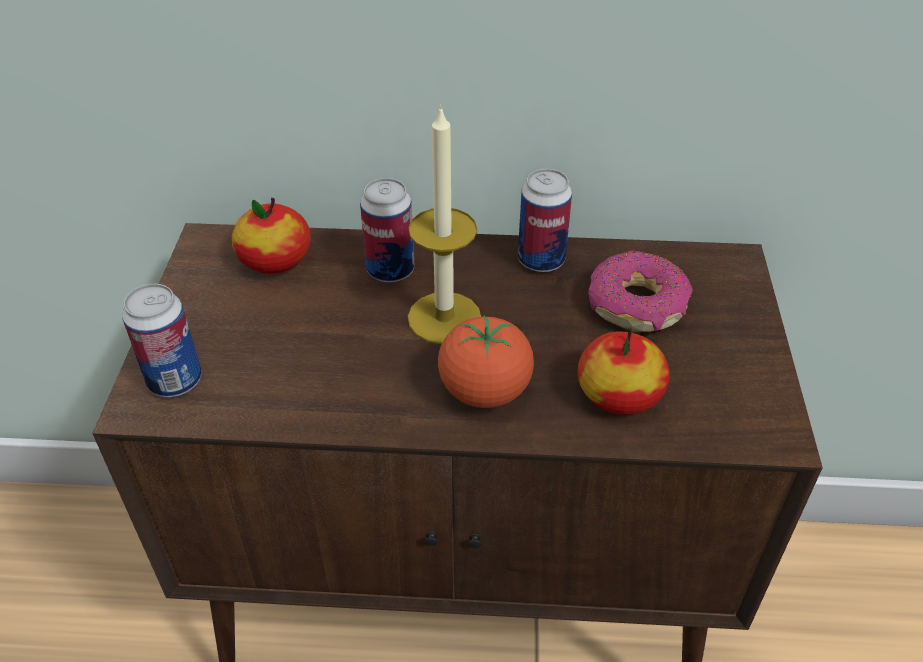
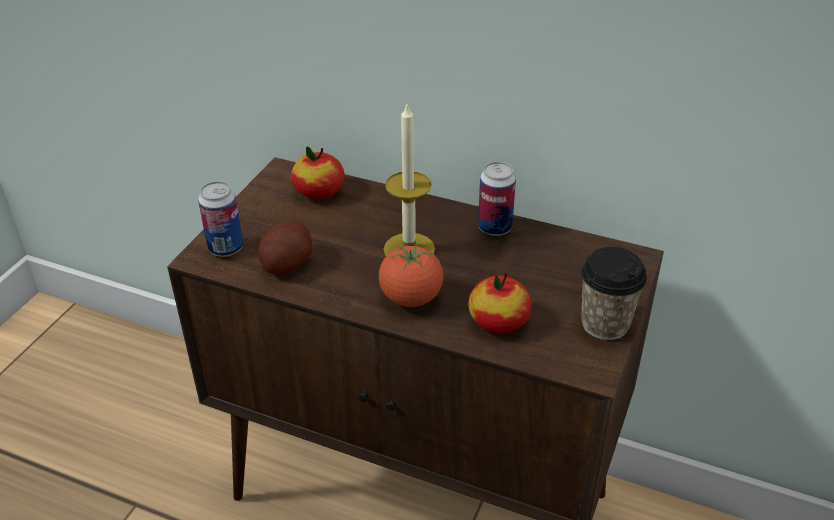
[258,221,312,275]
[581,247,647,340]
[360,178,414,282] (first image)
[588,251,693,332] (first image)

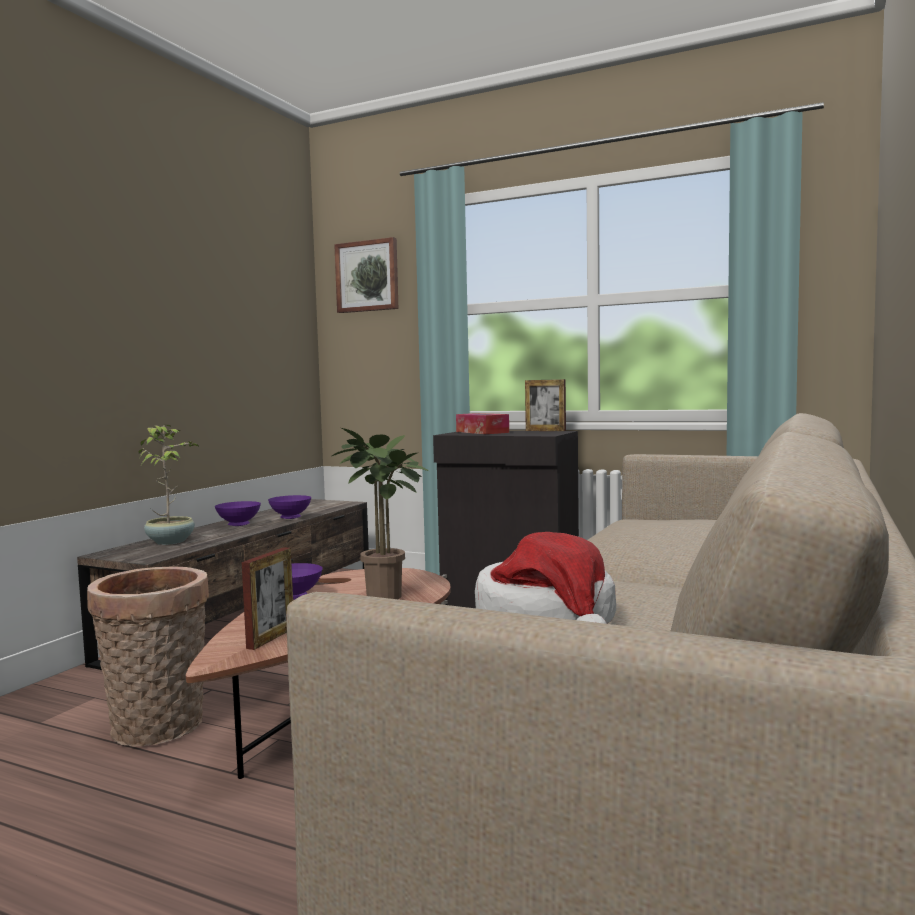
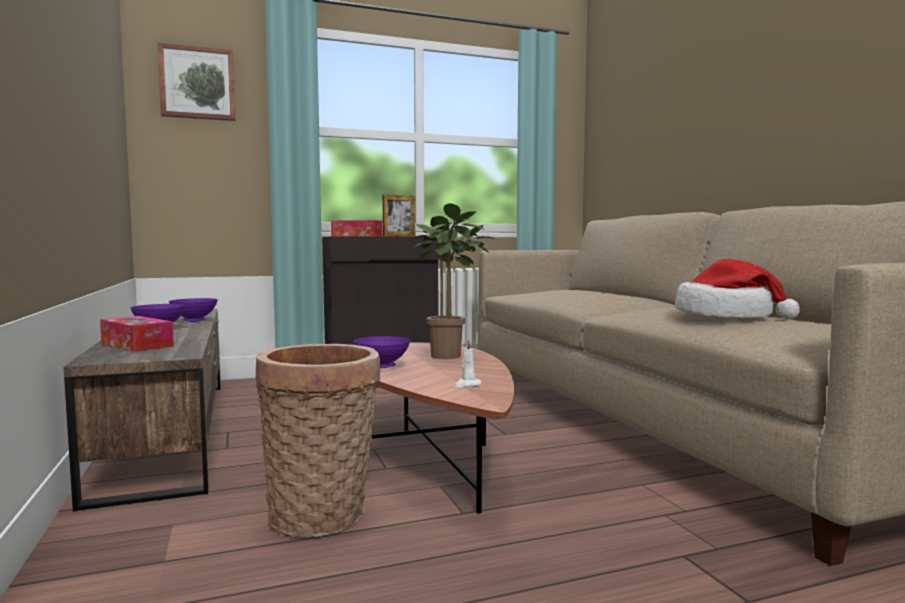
[100,316,174,352]
[454,339,482,387]

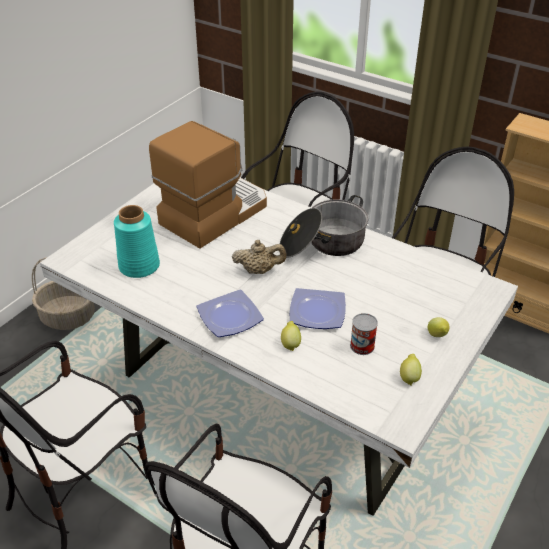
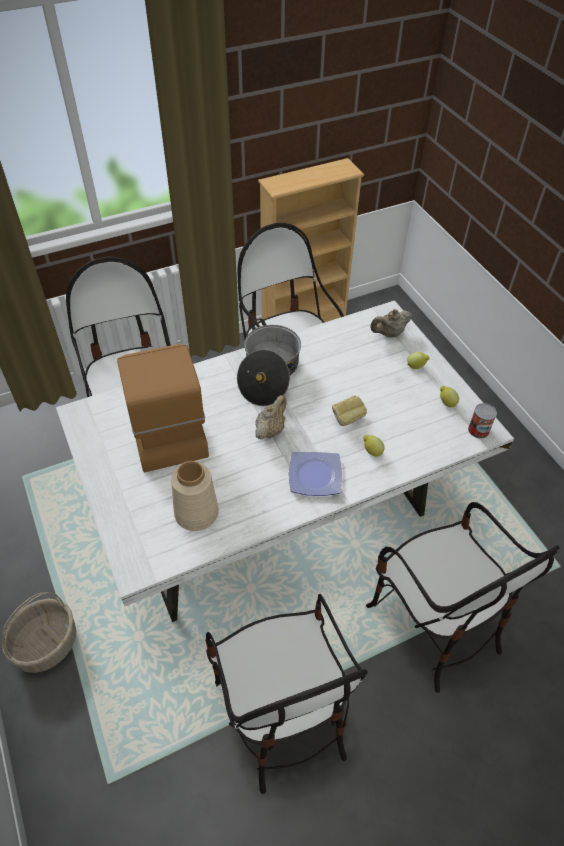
[171,461,219,531]
[332,395,367,426]
[370,309,412,338]
[468,403,497,439]

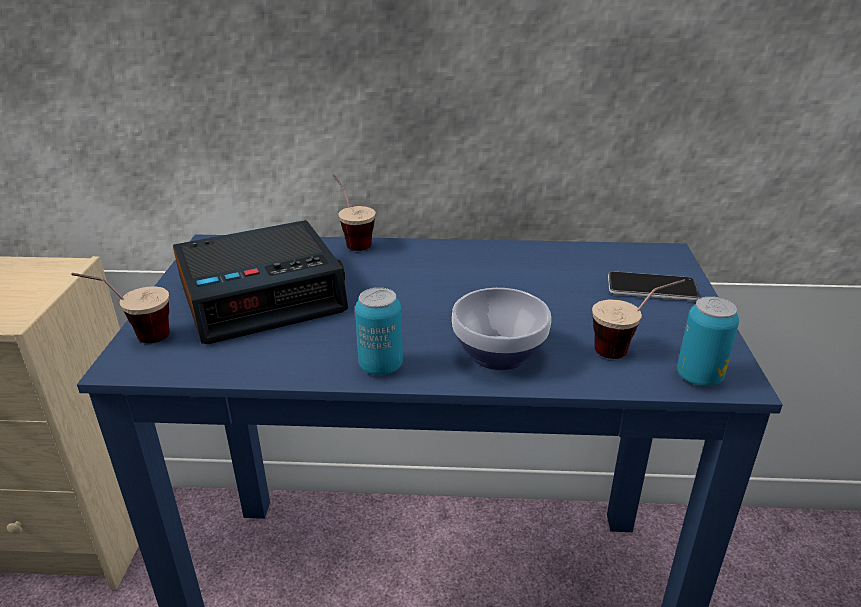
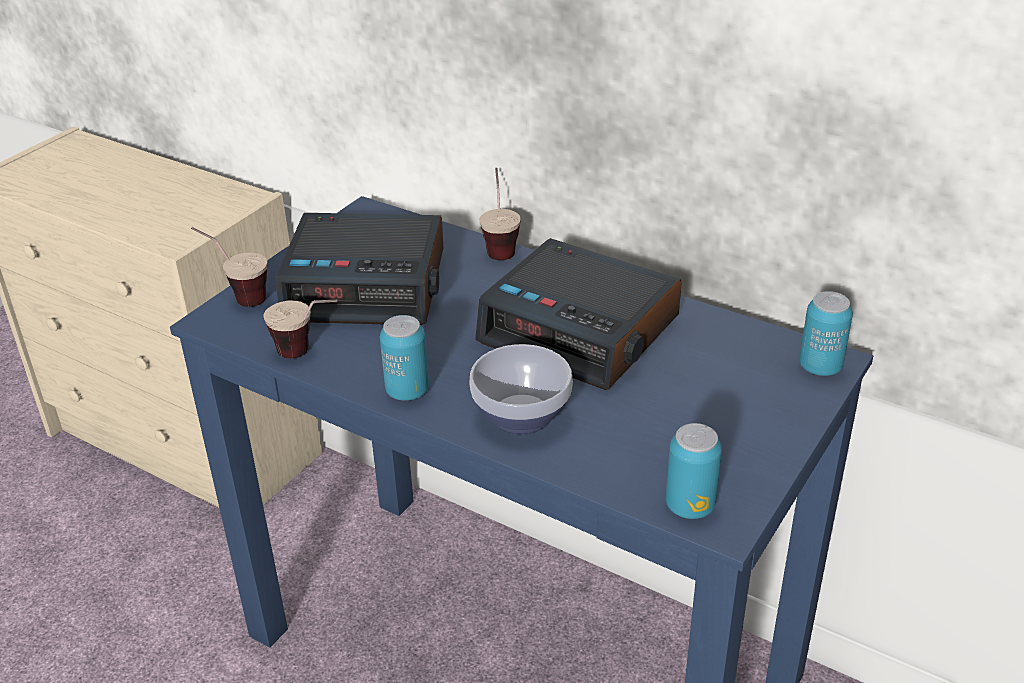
[264,299,338,359]
[475,238,682,390]
[799,291,853,376]
[608,271,700,301] (first image)

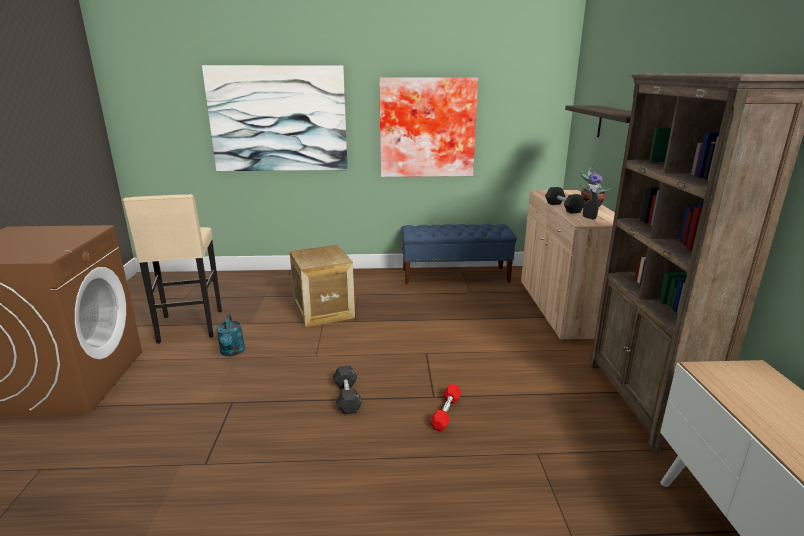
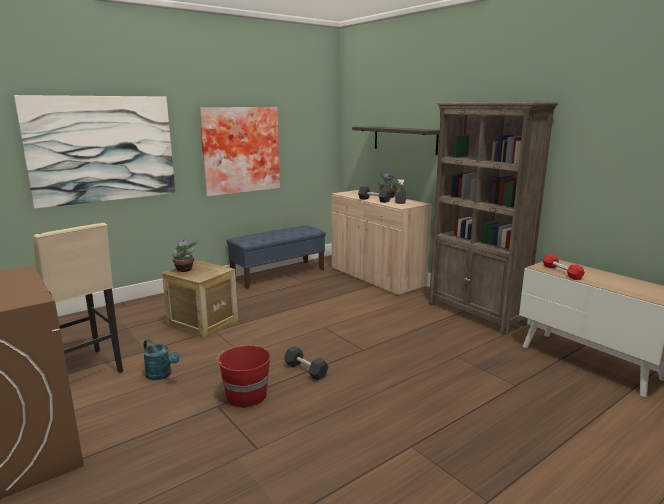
[172,237,199,272]
[216,345,271,408]
[543,254,585,280]

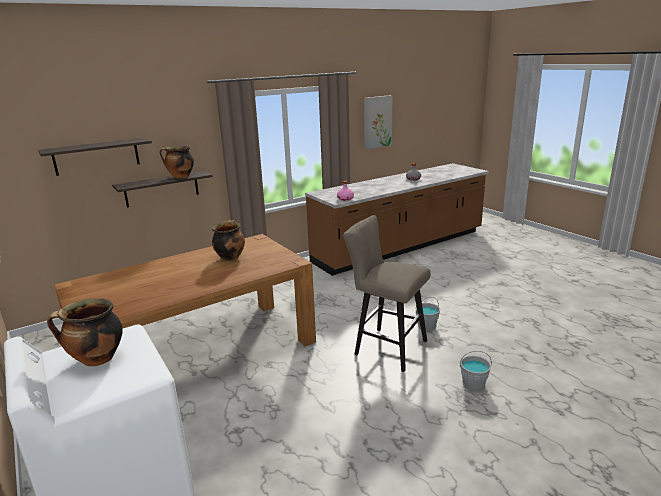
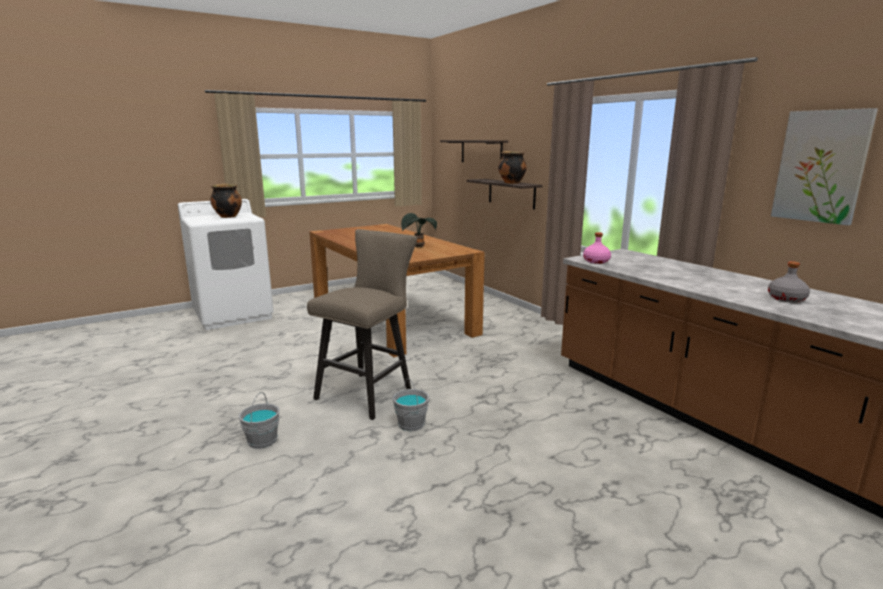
[401,213,437,247]

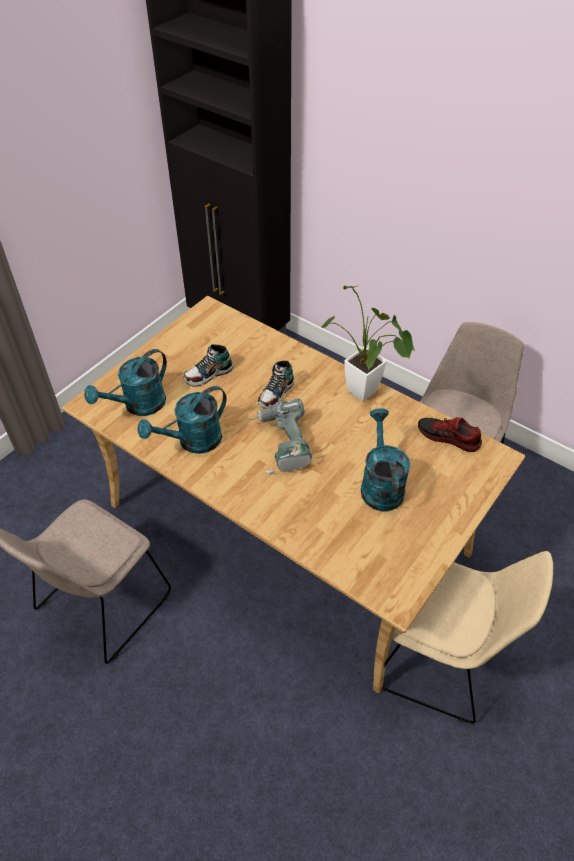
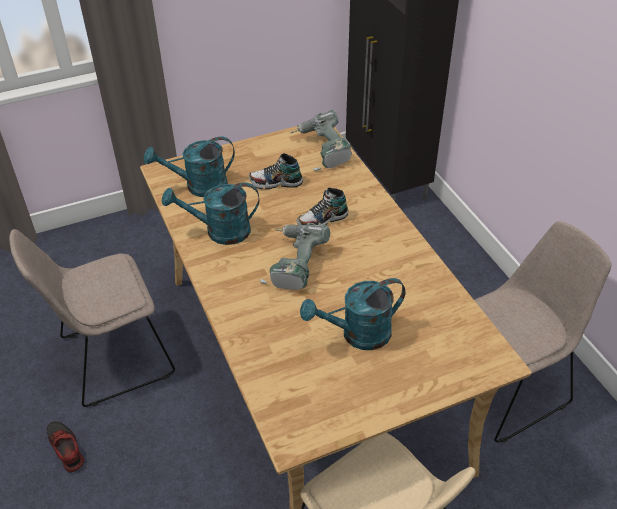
[47,421,84,473]
[290,110,352,171]
[300,278,406,350]
[321,285,415,401] (first image)

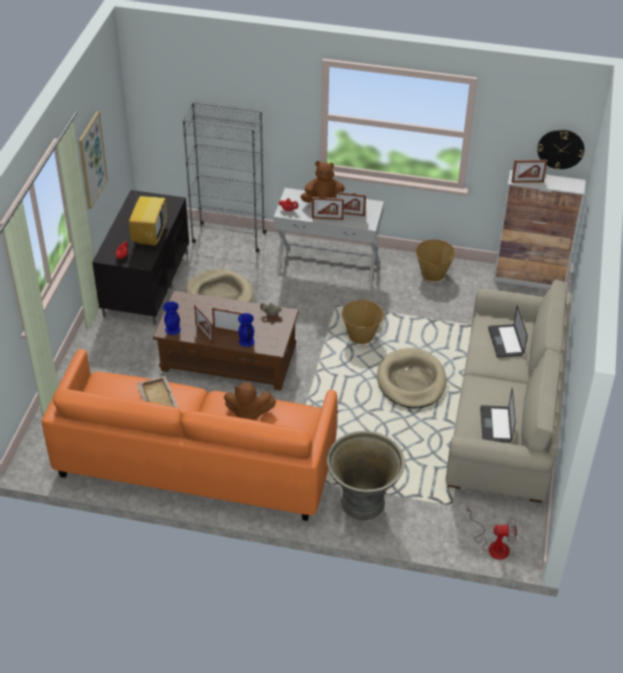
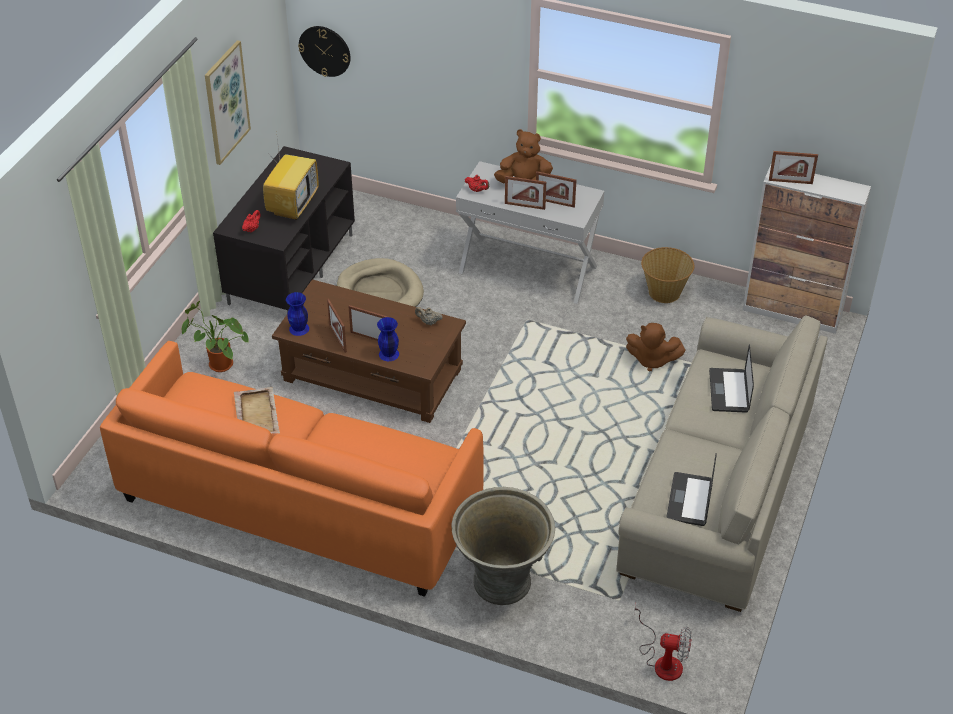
[182,301,248,372]
[298,26,351,77]
[626,323,685,371]
[183,102,266,252] (first image)
[342,300,384,344] (first image)
[377,348,447,408] (first image)

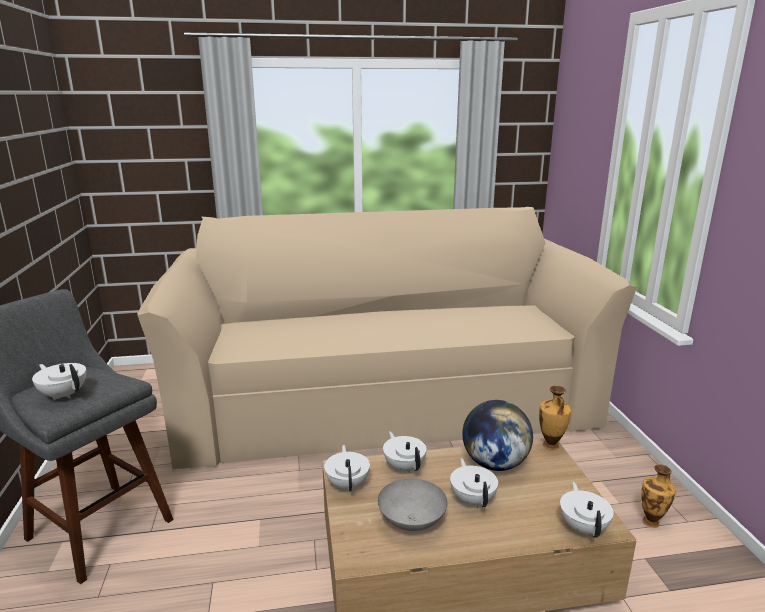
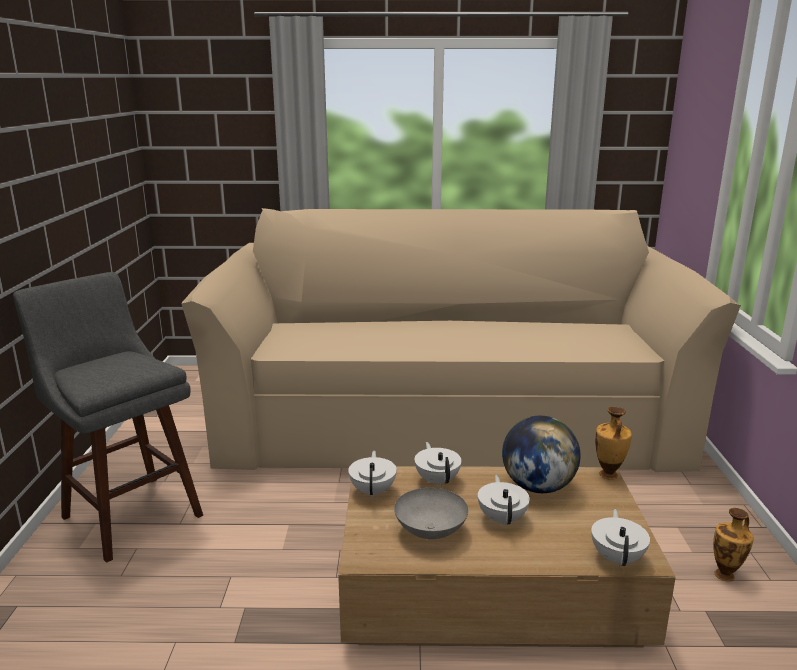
[32,363,86,400] (first image)

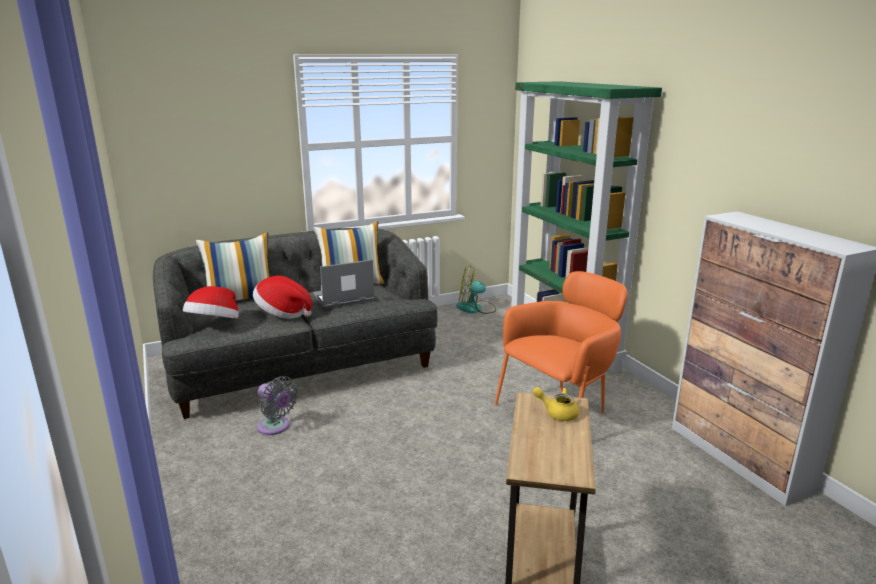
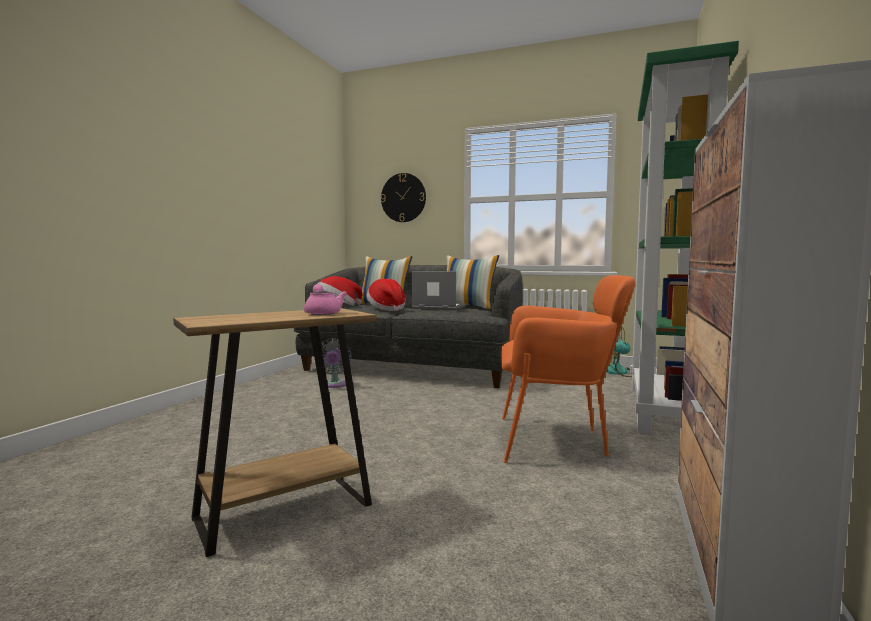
[304,284,347,315]
[381,173,426,222]

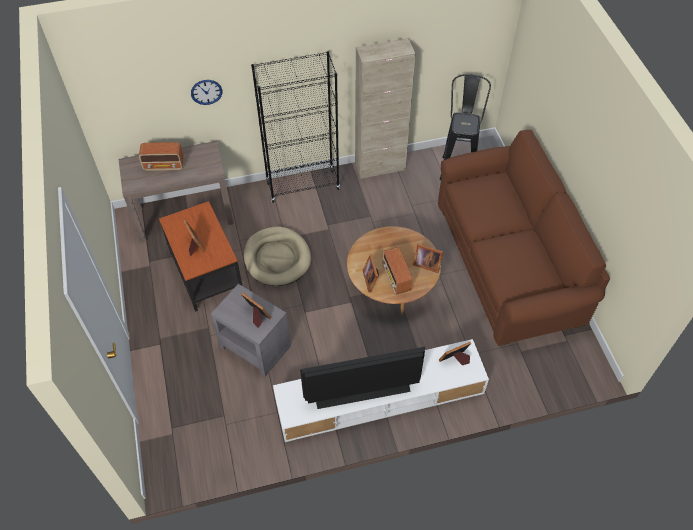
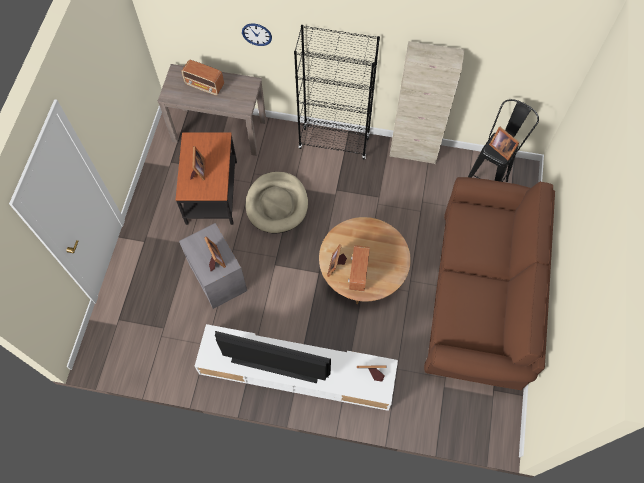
[489,127,520,160]

